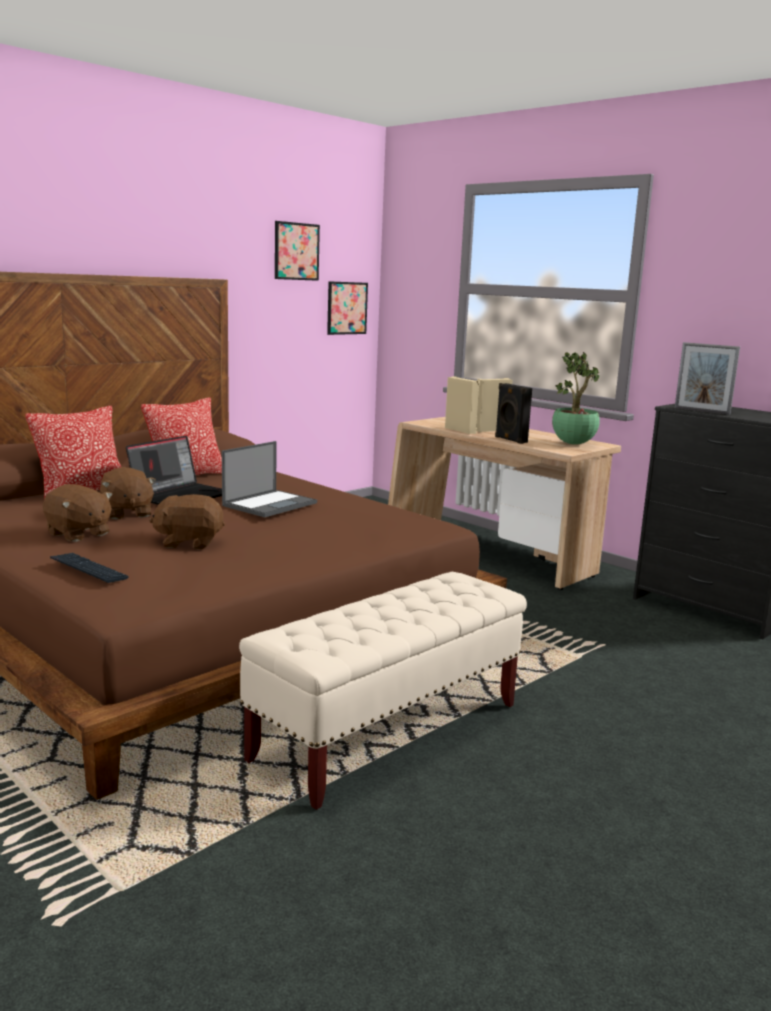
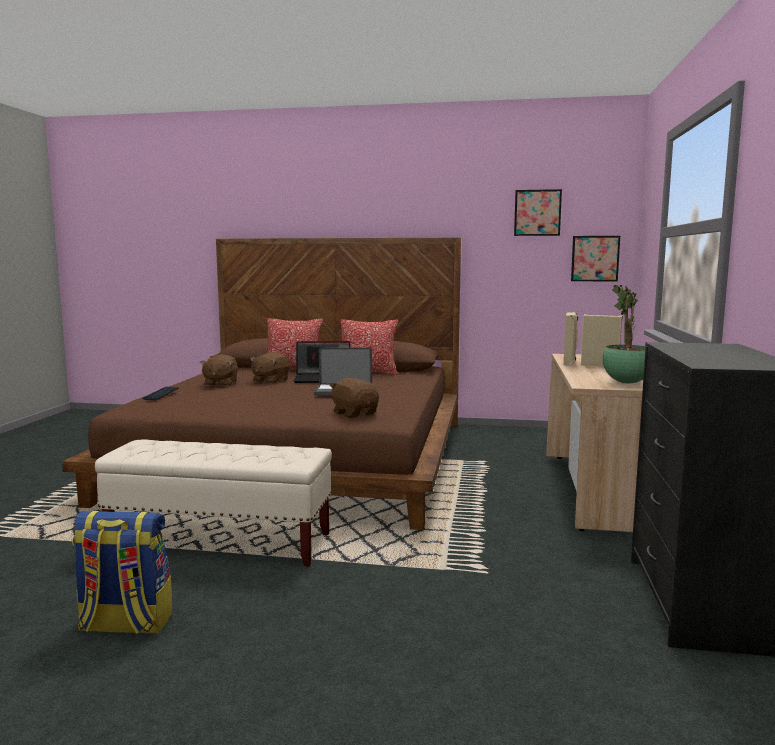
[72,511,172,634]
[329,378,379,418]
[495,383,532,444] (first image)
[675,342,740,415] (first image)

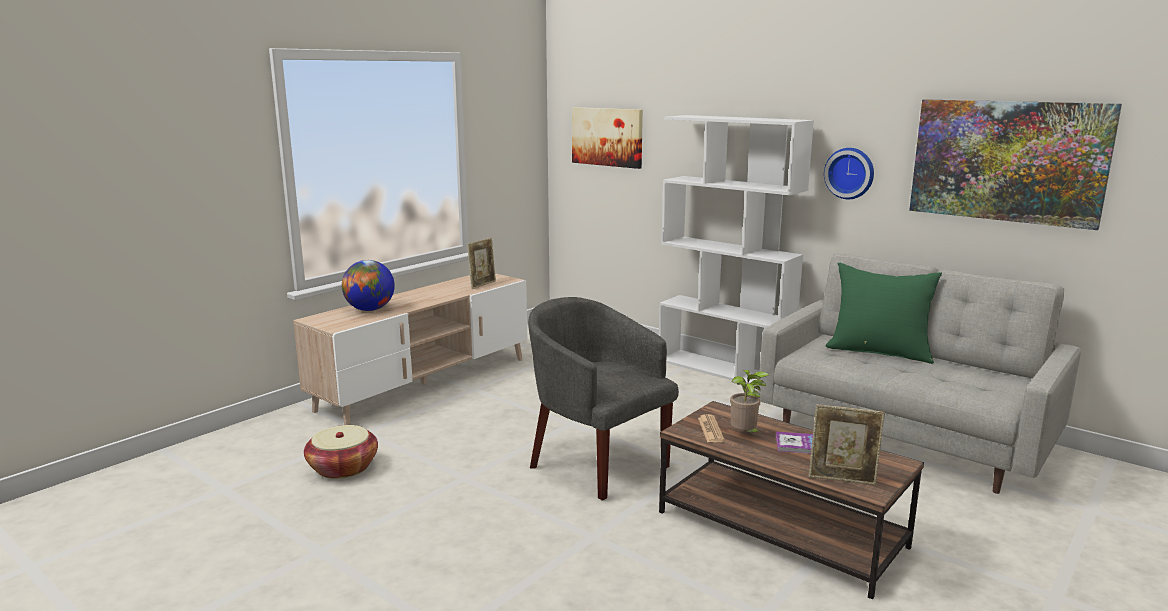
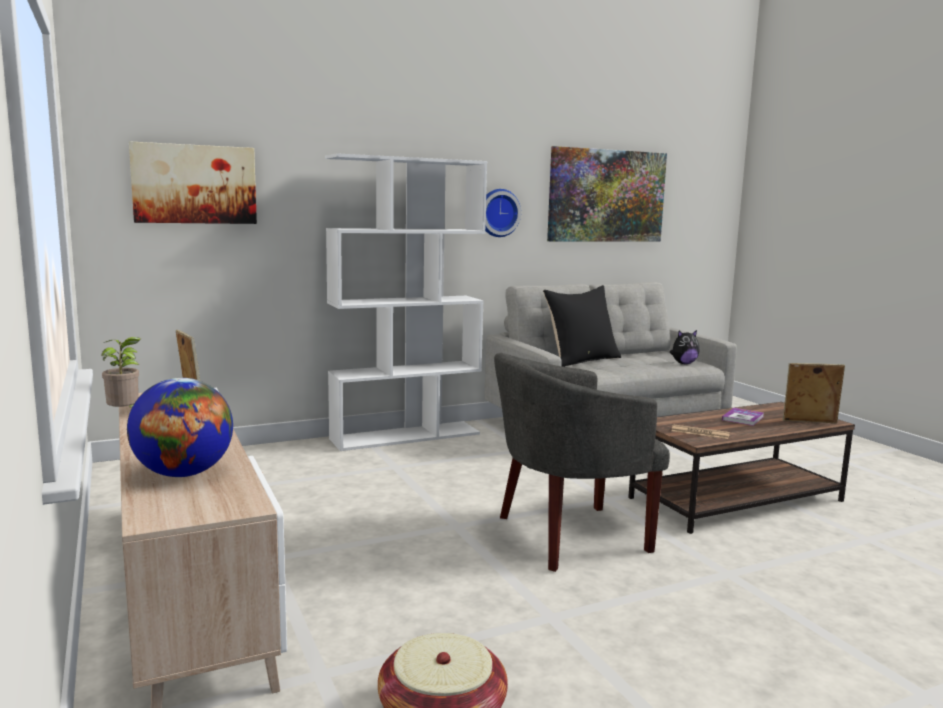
[101,337,141,408]
[543,285,621,367]
[670,330,700,364]
[783,363,845,423]

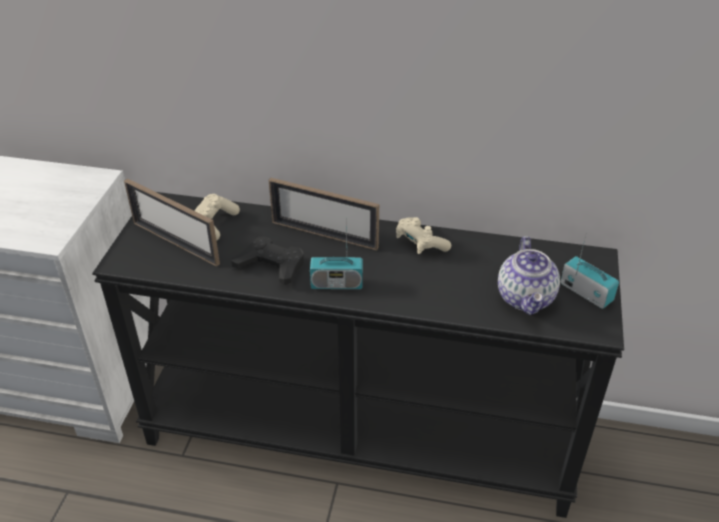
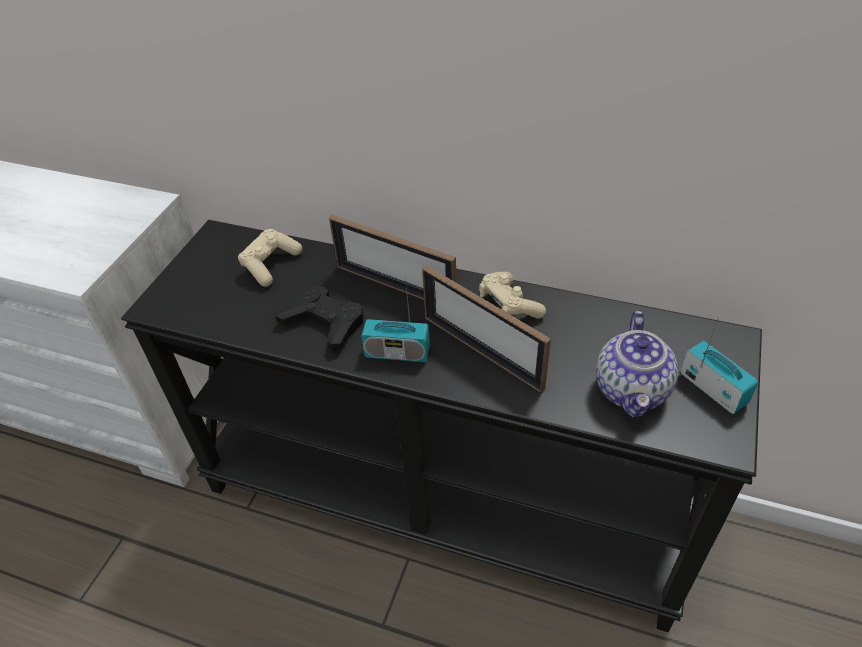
[422,265,551,393]

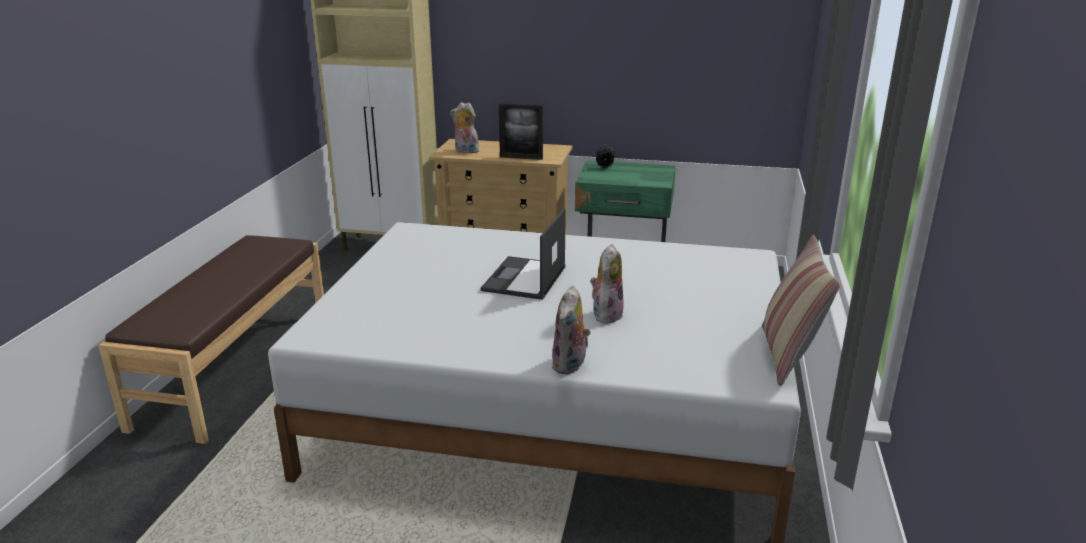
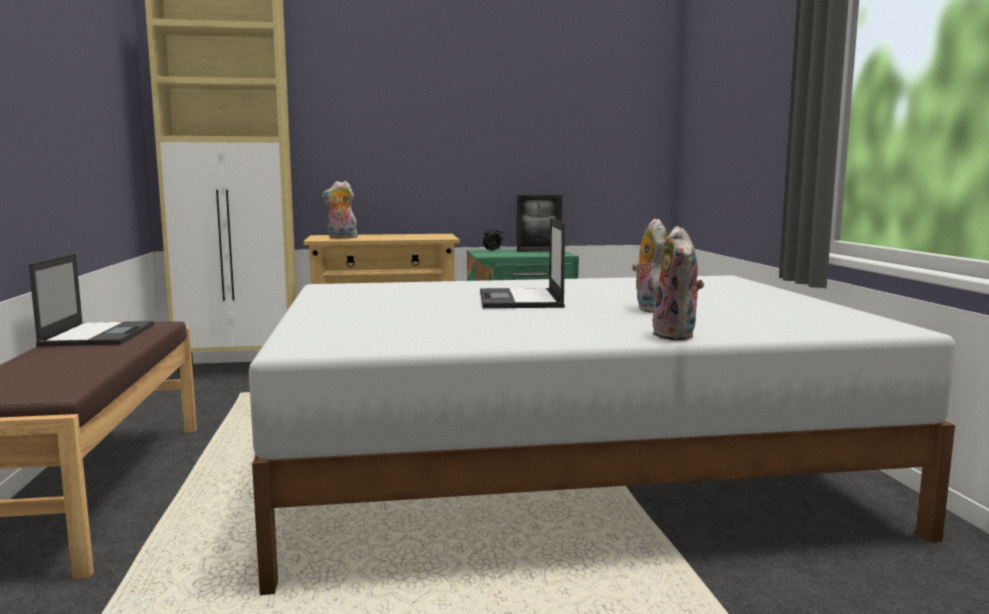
[29,254,154,347]
[517,195,562,252]
[762,235,840,386] (first image)

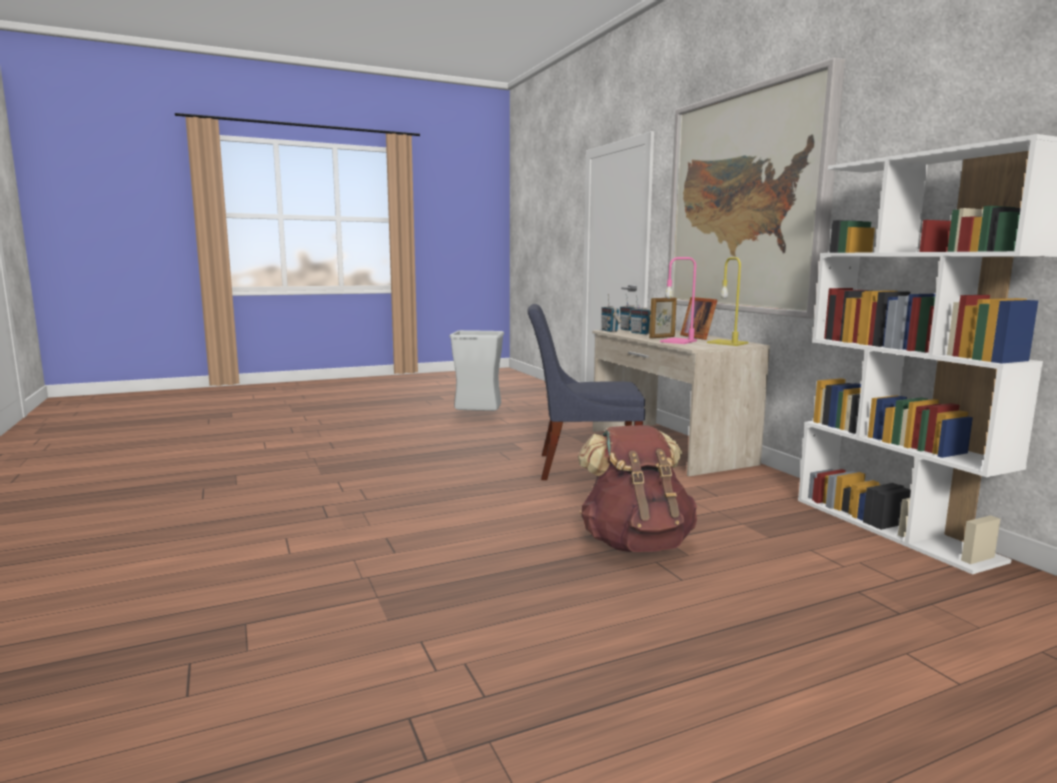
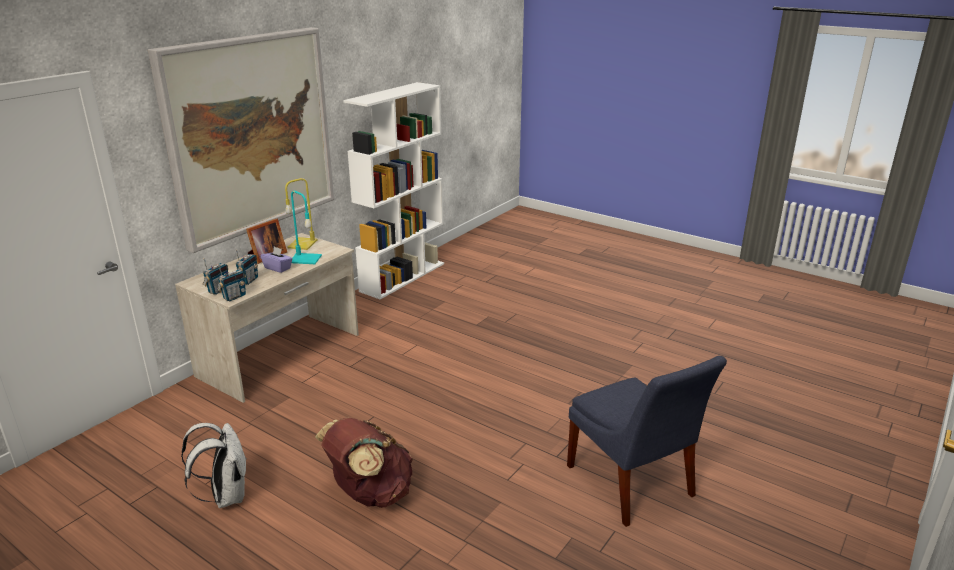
[181,423,246,508]
[261,247,293,273]
[291,191,322,264]
[315,418,413,508]
[567,356,727,527]

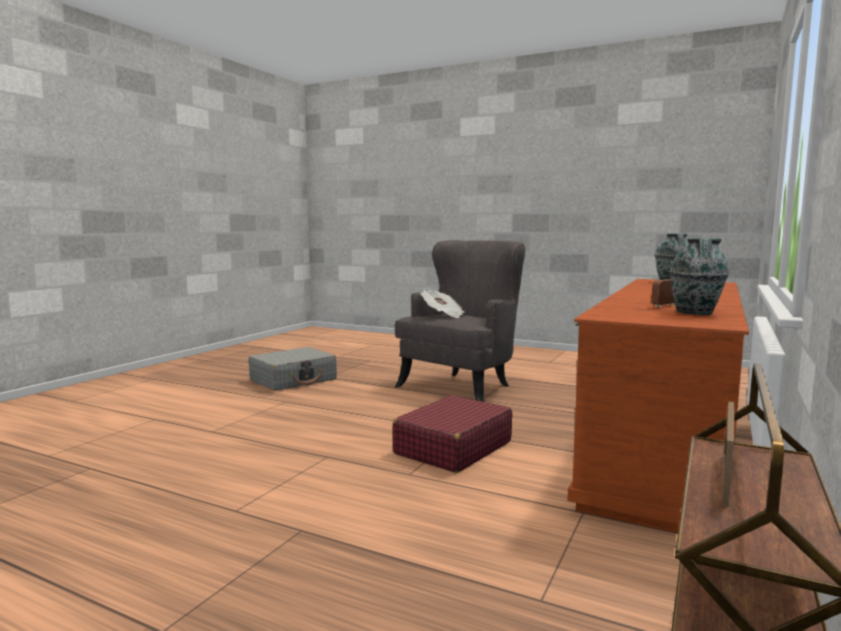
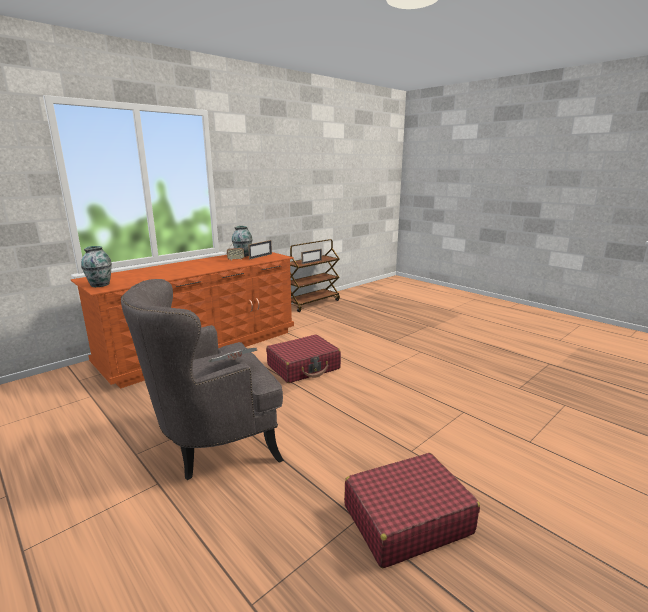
[248,240,272,259]
[344,453,480,568]

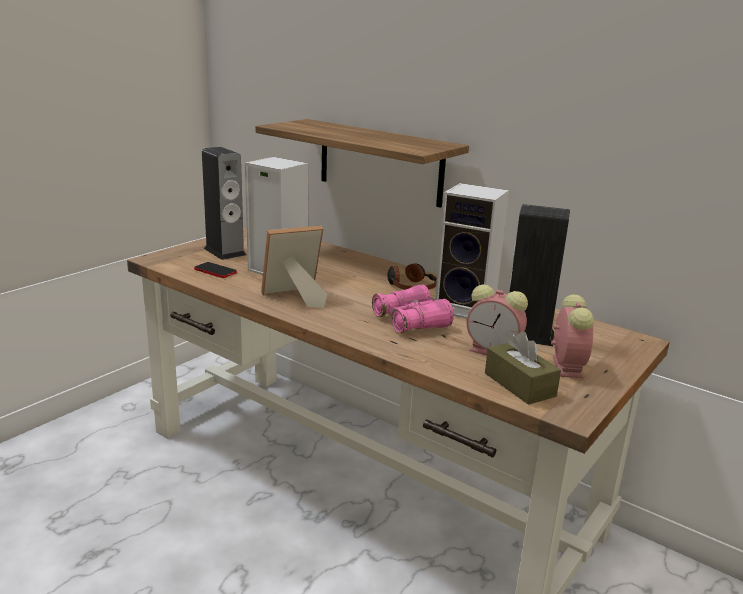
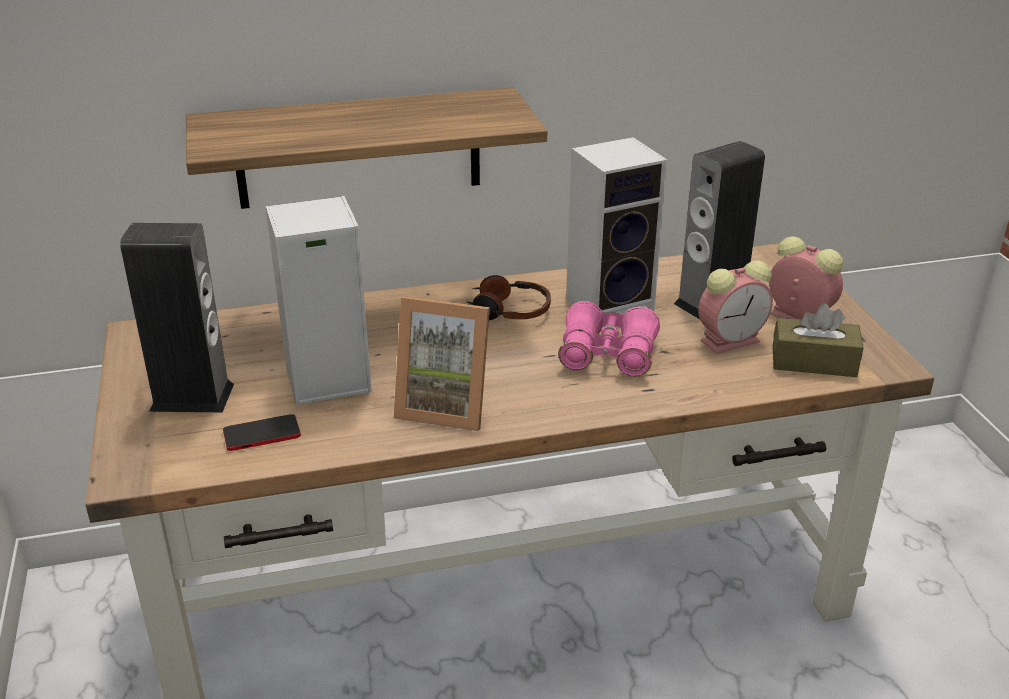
[394,296,490,431]

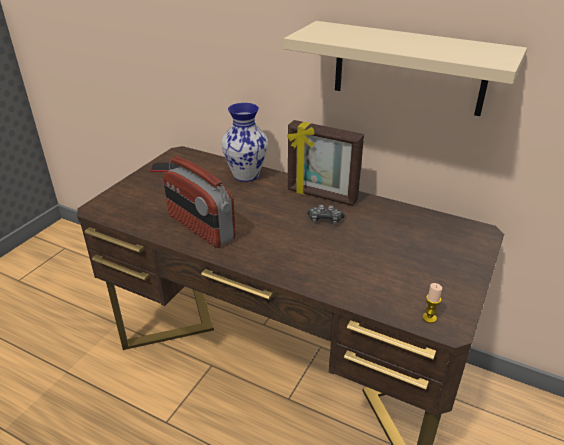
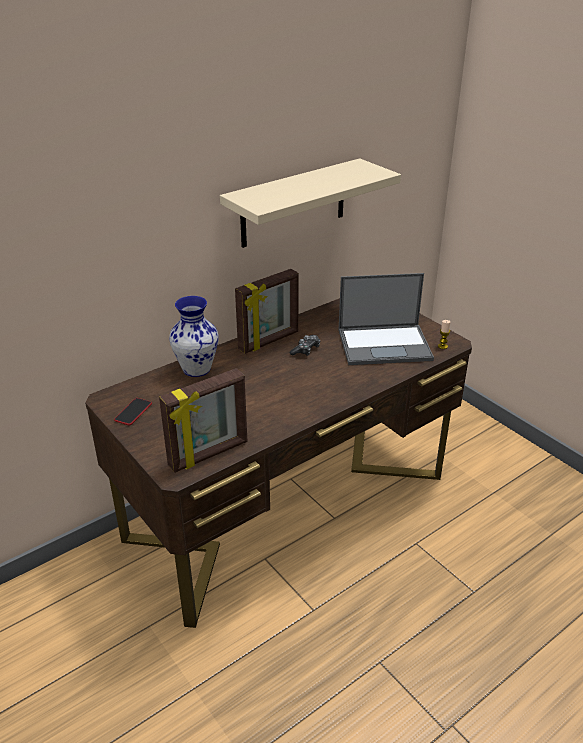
[159,368,247,473]
[339,273,434,365]
[163,156,236,248] (first image)

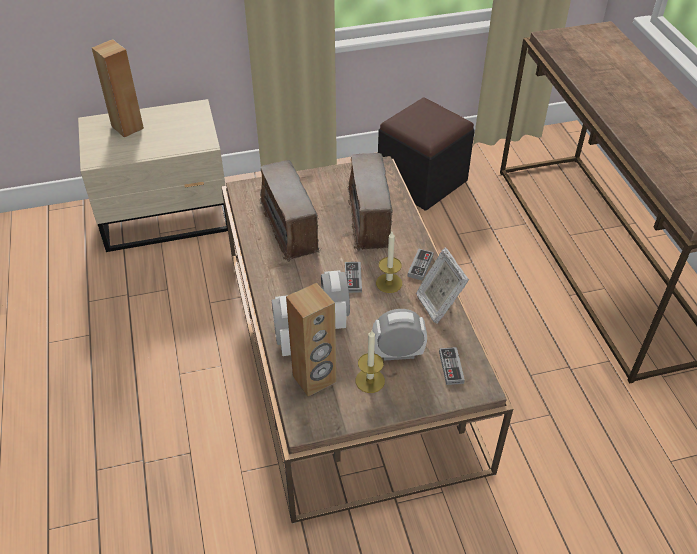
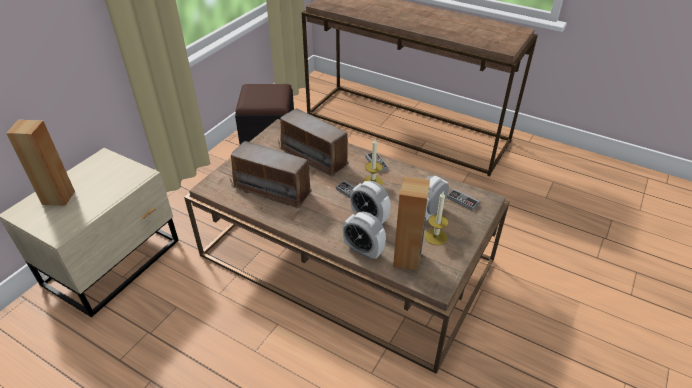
[416,248,469,324] (first image)

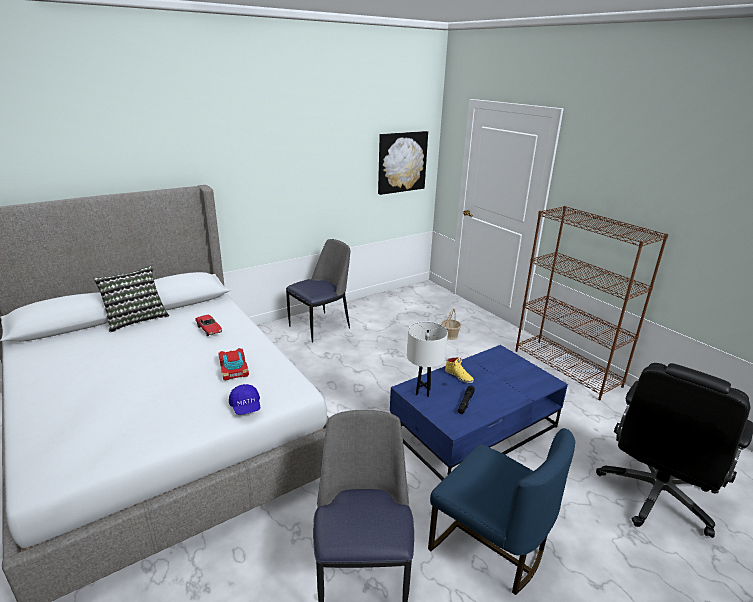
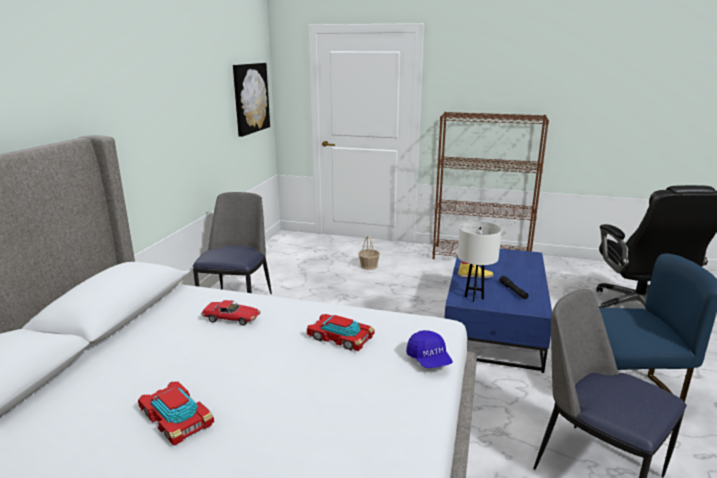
[138,381,214,445]
[406,330,453,368]
[93,265,169,333] (first image)

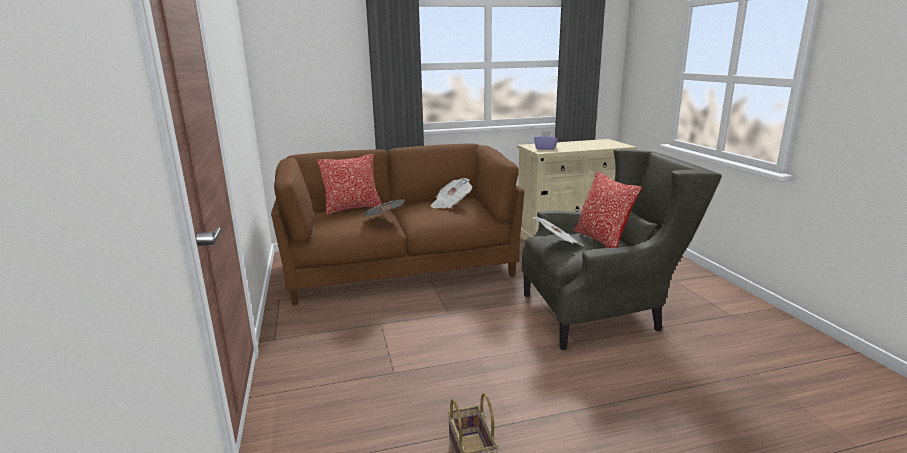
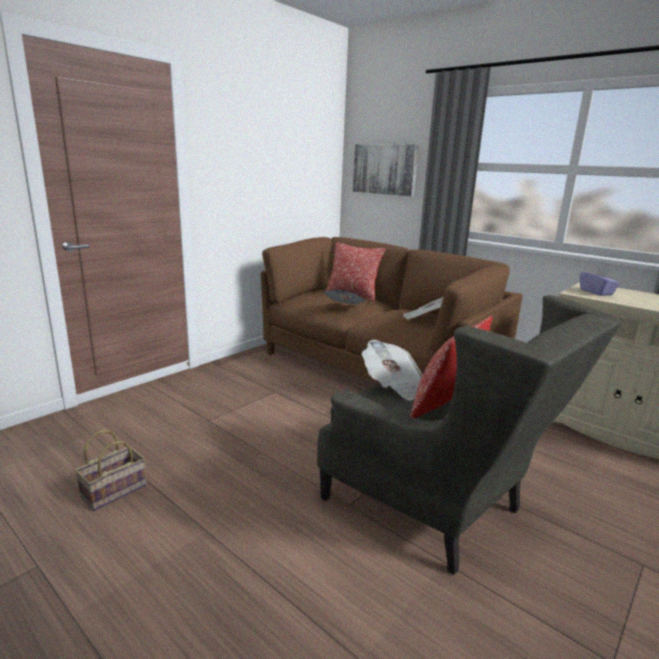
[353,144,419,196]

